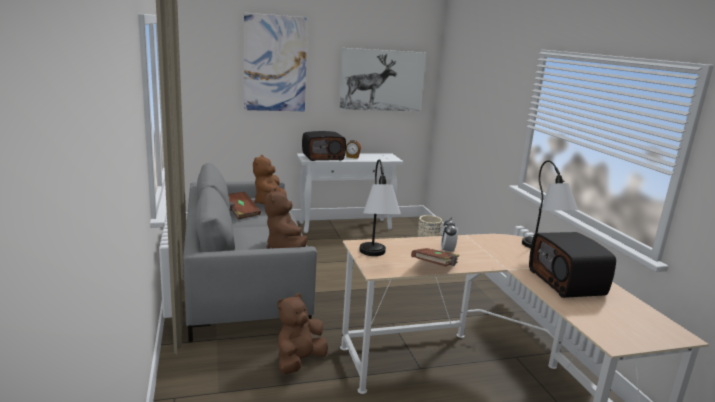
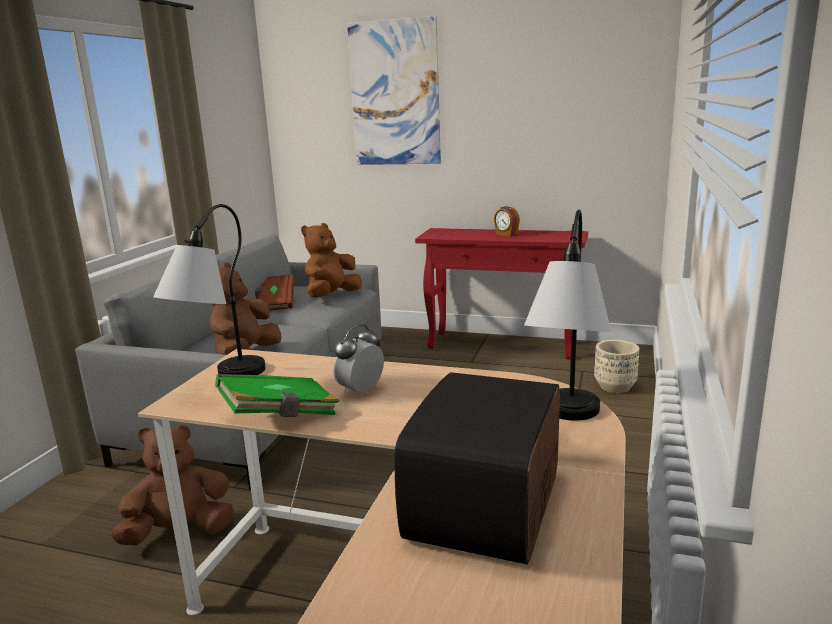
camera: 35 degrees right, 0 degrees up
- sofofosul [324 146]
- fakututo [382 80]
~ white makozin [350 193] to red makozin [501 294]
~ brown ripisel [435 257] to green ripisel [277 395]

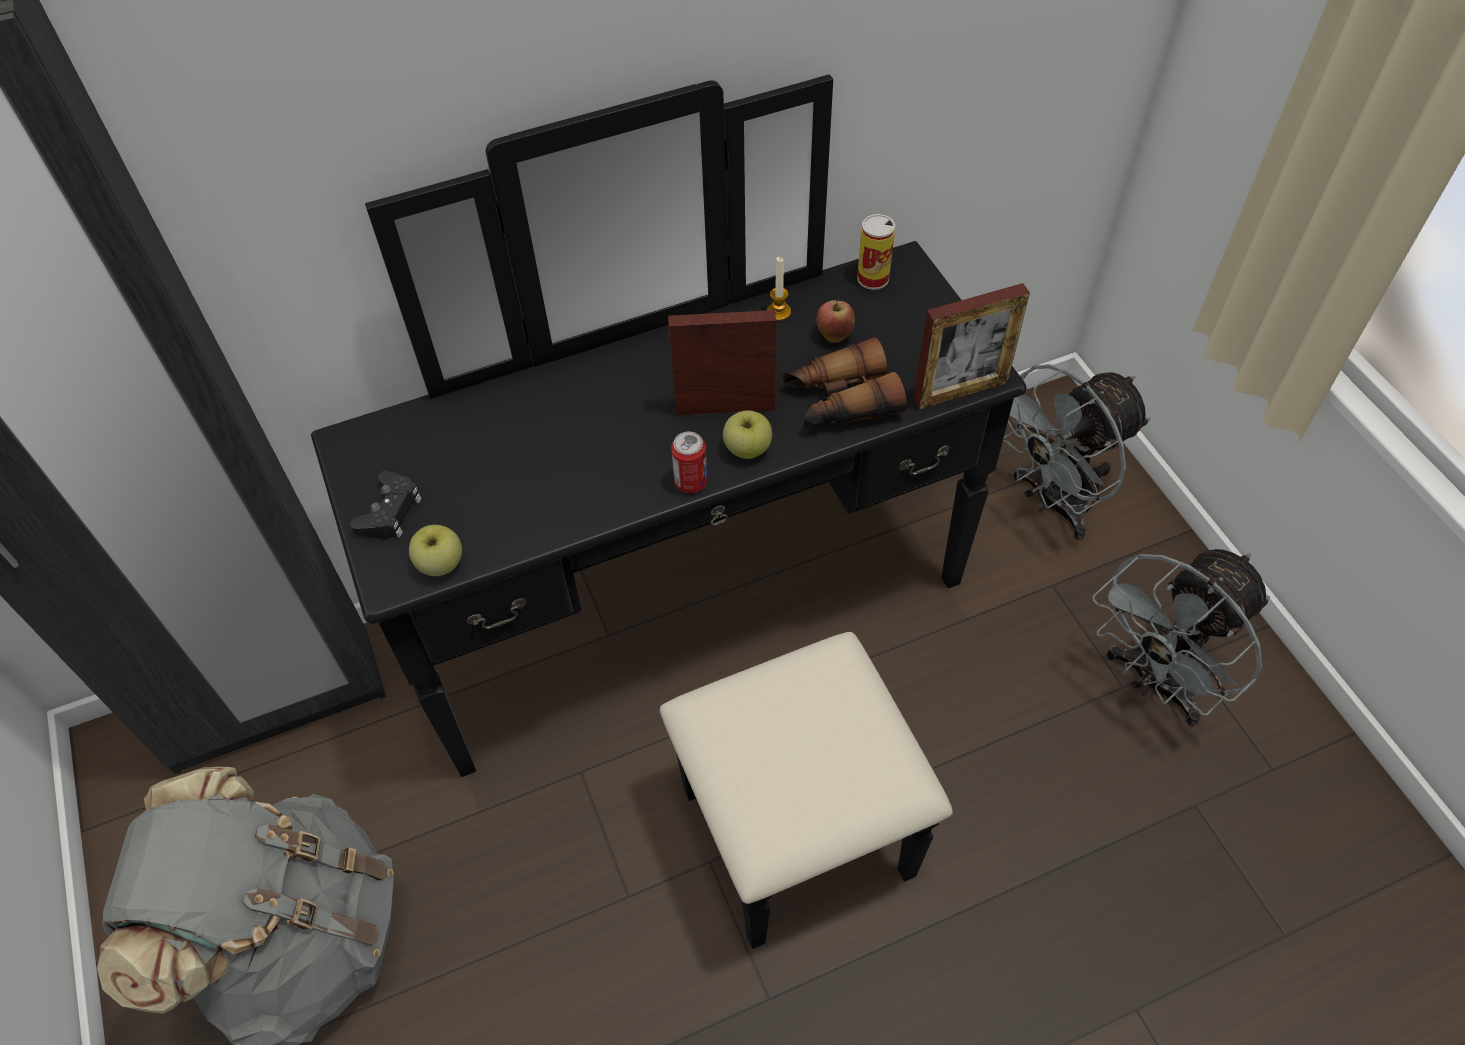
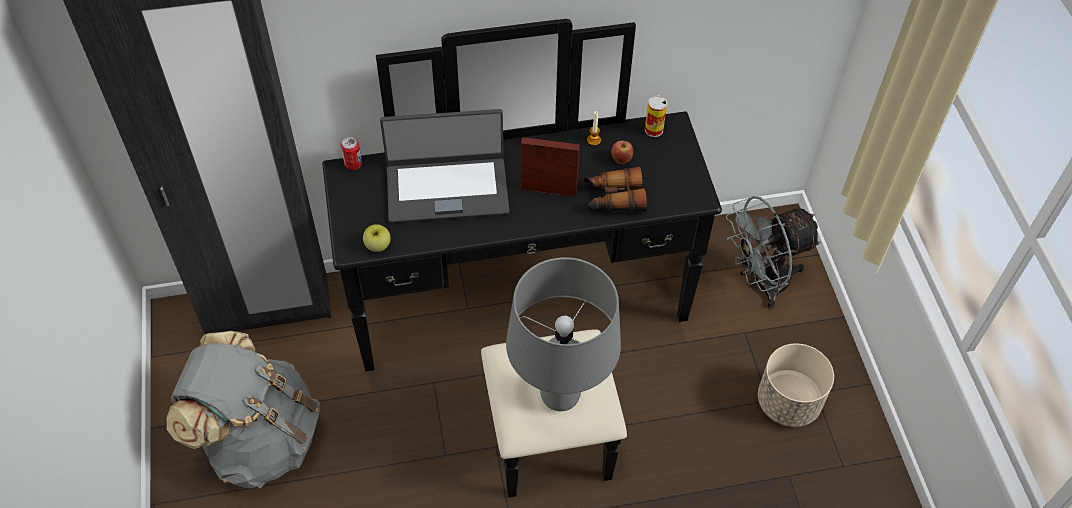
camera: 10 degrees right, 0 degrees up
- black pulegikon [386 505]
- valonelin [747 434]
- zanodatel [971 346]
+ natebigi [445 166]
+ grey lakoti [563 334]
~ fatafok [689 462] to [351 153]
~ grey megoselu [1181 637] to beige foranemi [796 385]

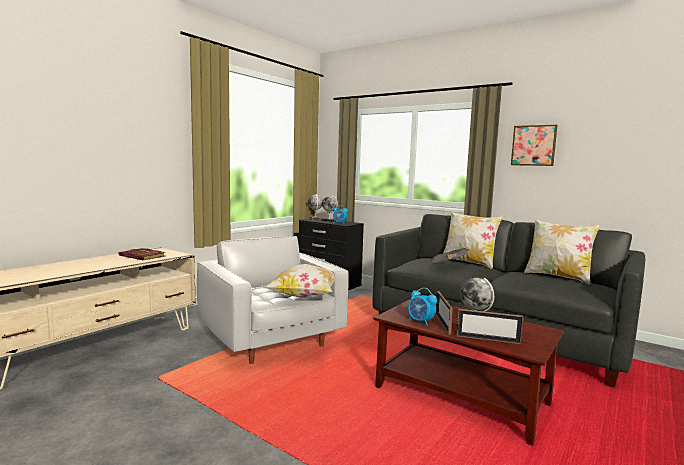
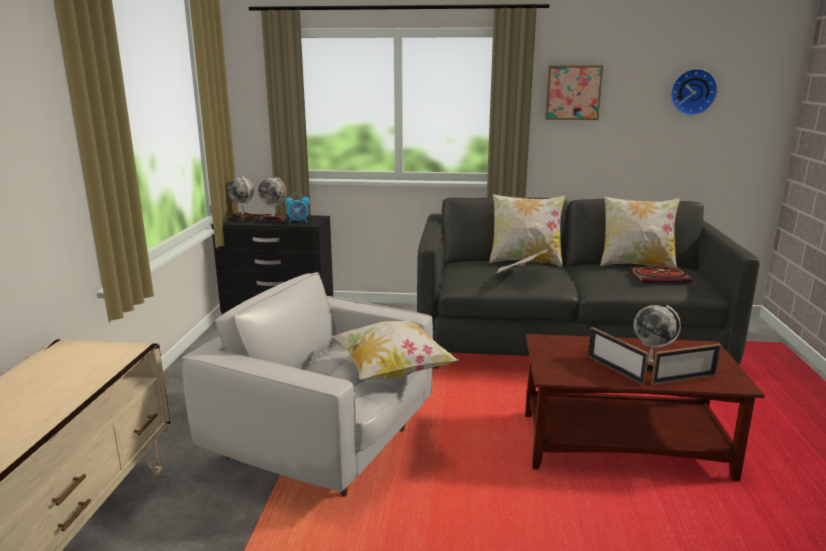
camera: 30 degrees left, 10 degrees up
- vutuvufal [422 307]
+ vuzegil [694 92]
~ ripisel [142 254] to [661 274]

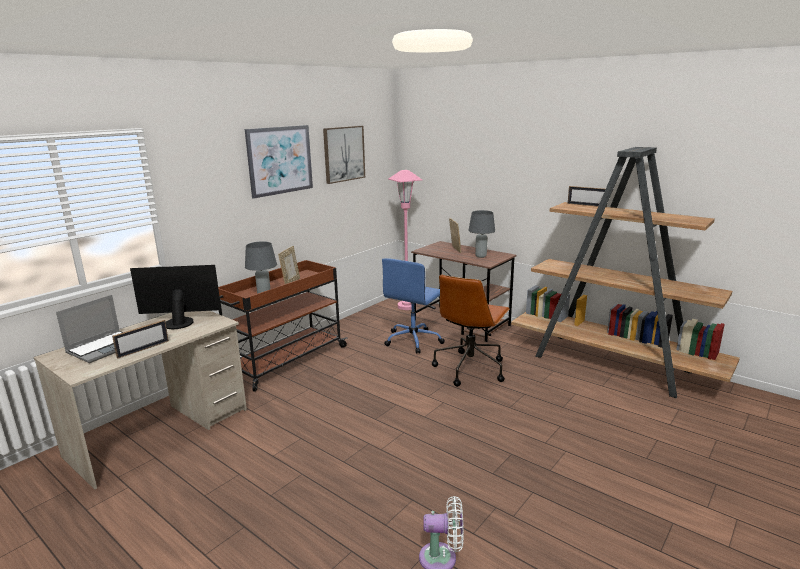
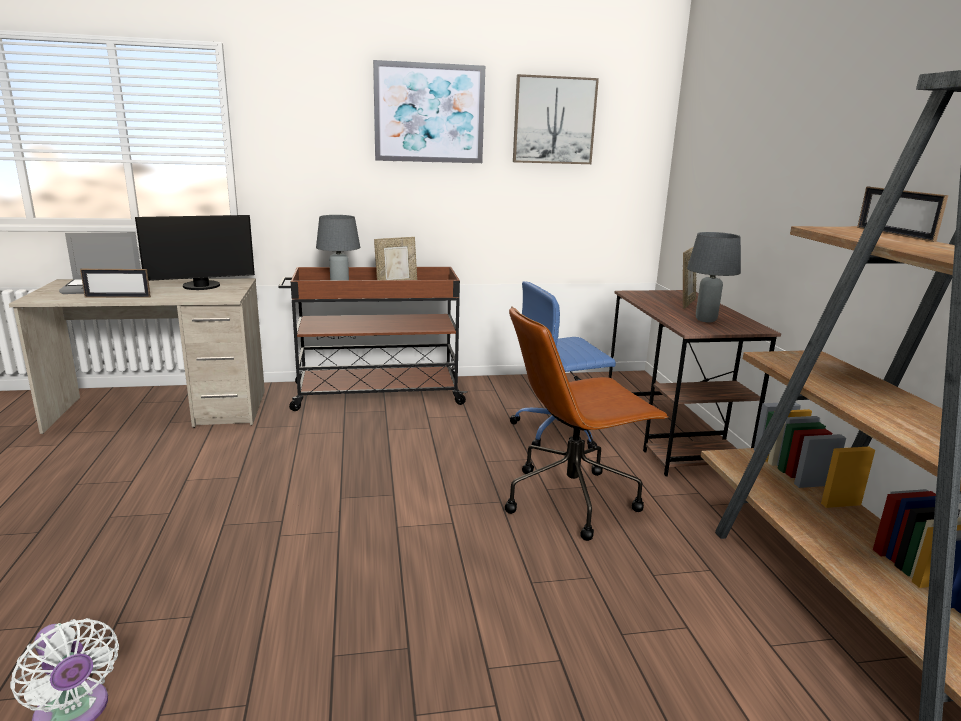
camera: 40 degrees right, 0 degrees up
- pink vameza [405 240]
~ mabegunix [175 297] = [195 252] 120 degrees clockwise

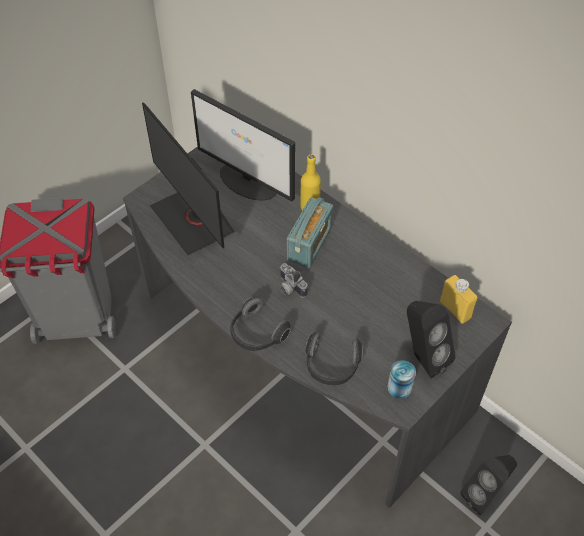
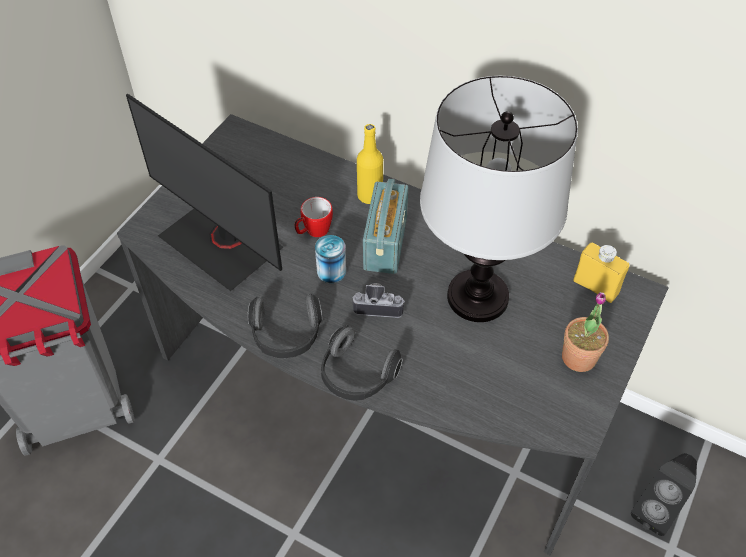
camera: 15 degrees left, 0 degrees up
- mabegunix [243 145]
+ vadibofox [313 217]
+ lakoti [499 199]
~ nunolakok [333 358] to [285 326]
~ fatafok [401 379] to [330 259]
~ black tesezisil [431 340] to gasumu [585 332]
~ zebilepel [293 280] = [378 300] 150 degrees clockwise

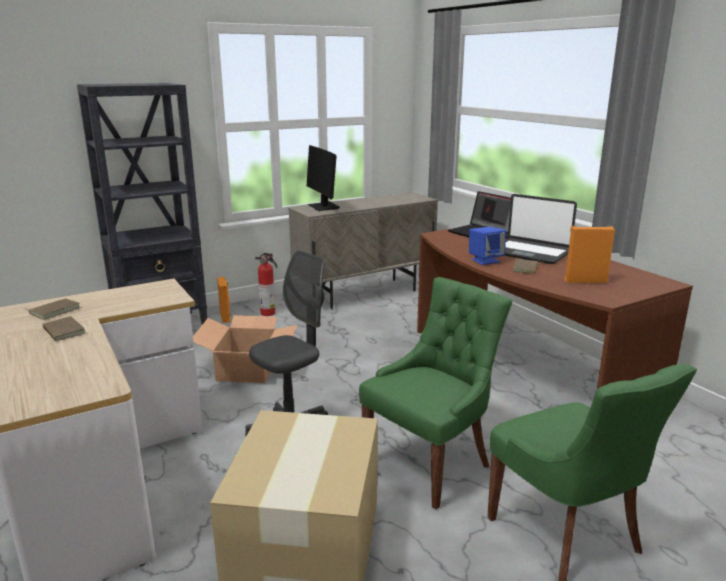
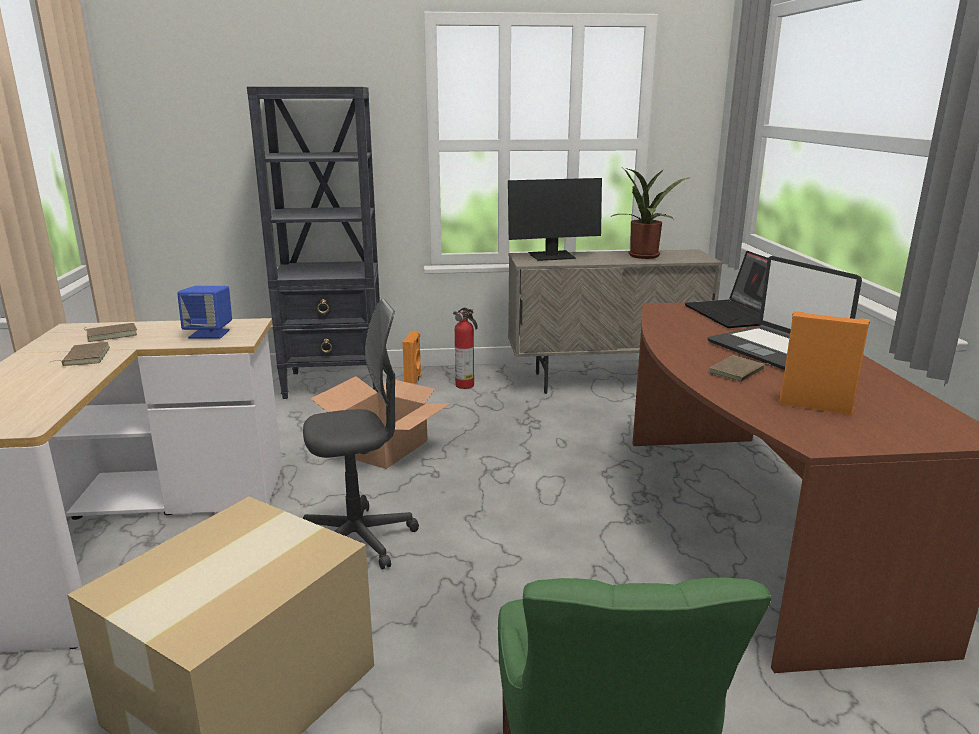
camera: 25 degrees right, 0 degrees up
- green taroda [435 393]
+ gasumu [649 213]
~ blue tesezisil [487 246] to [204 312]
~ mabegunix [323 178] = [555 219] 105 degrees counterclockwise

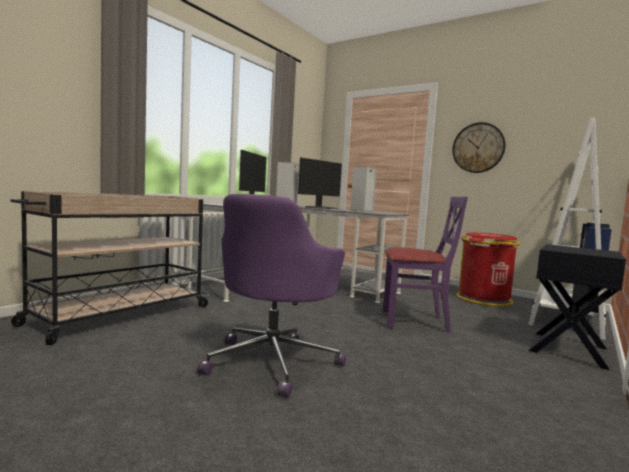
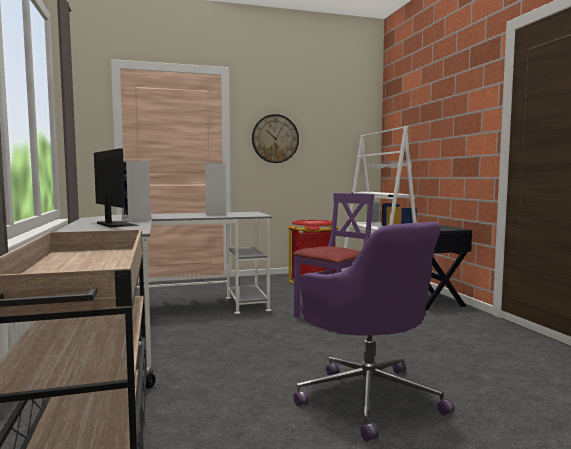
camera: 50 degrees left, 0 degrees up
- mabegunix [320 183]

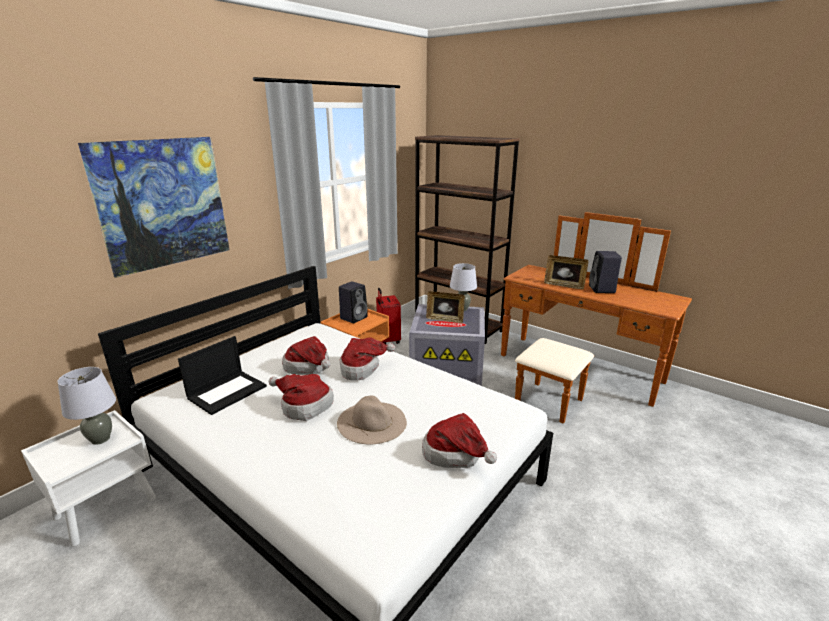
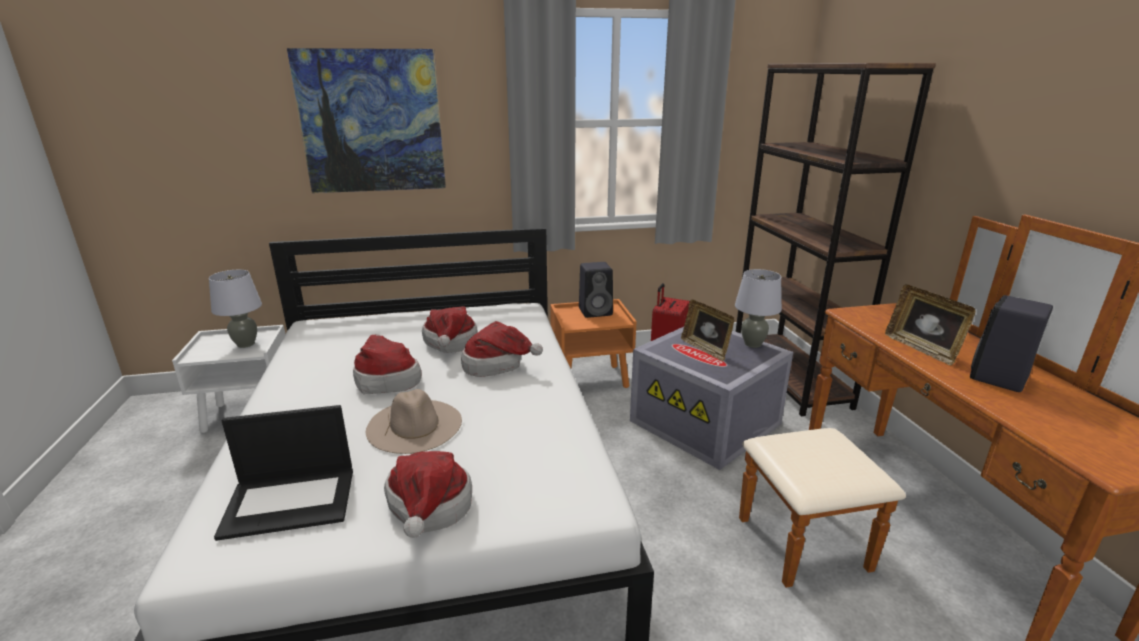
camera: 40 degrees right, 0 degrees up
~ natebigi [222 375] to [283 473]

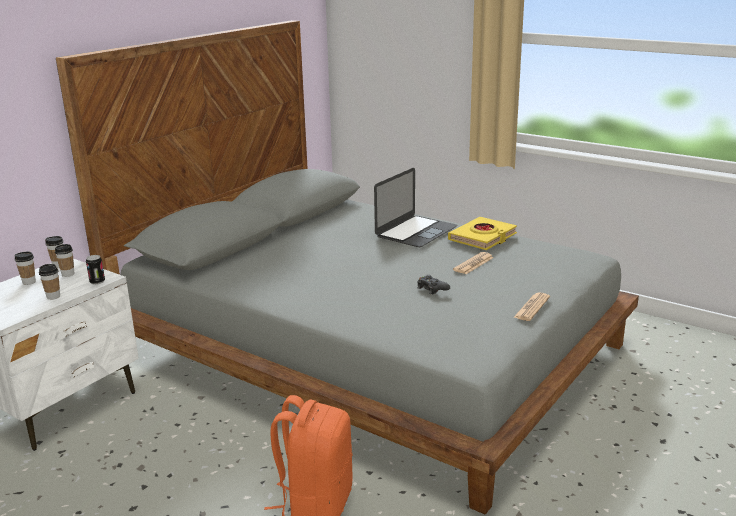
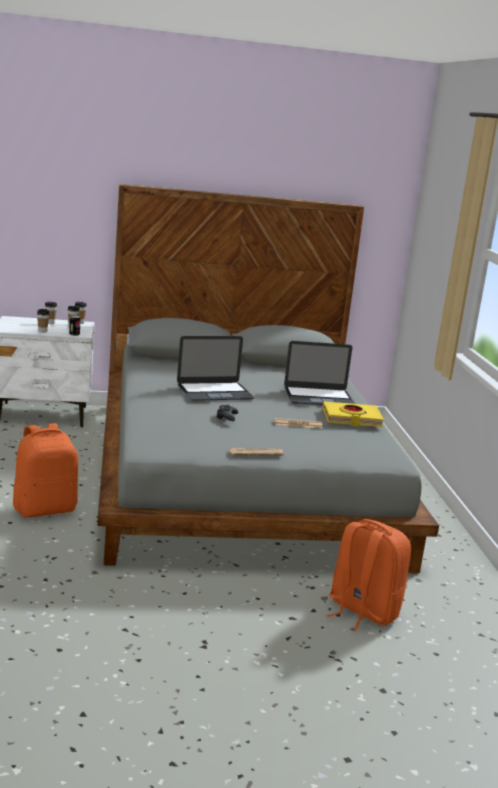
camera: 45 degrees right, 5 degrees down
+ natebigi [215 368]
+ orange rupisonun [368 575]

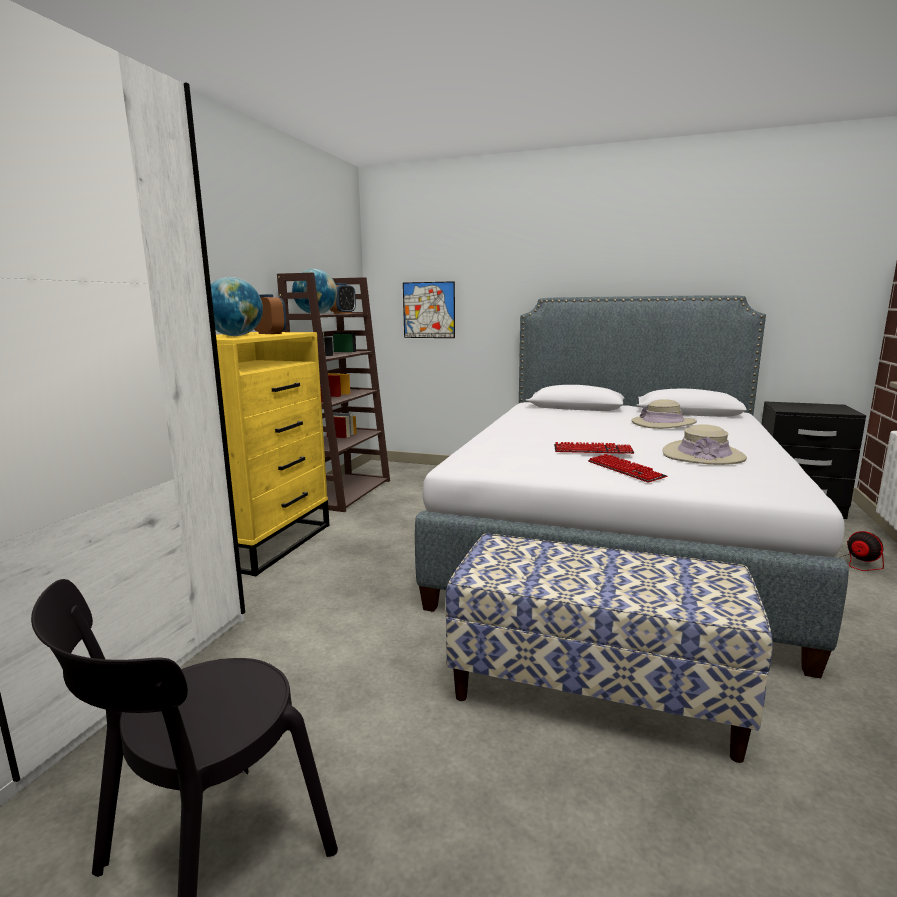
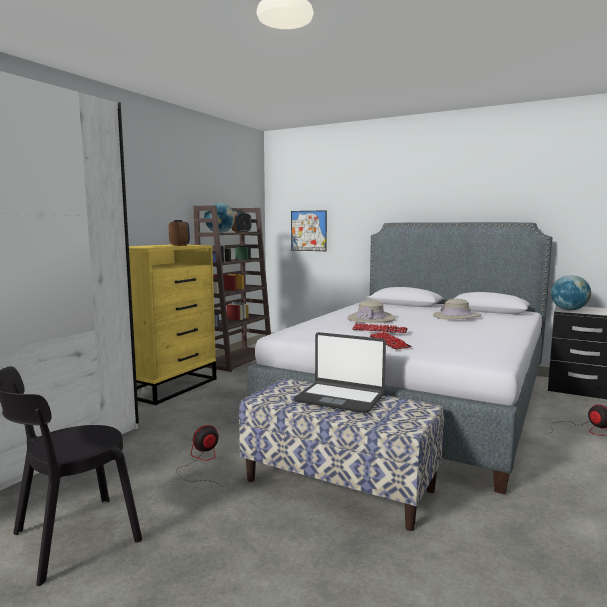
camera: 10 degrees right, 5 degrees down
+ megoselu [198 455]
+ natebigi [340 372]
~ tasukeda [237 306] to [571 292]
~ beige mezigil [704 444] to [371 311]

